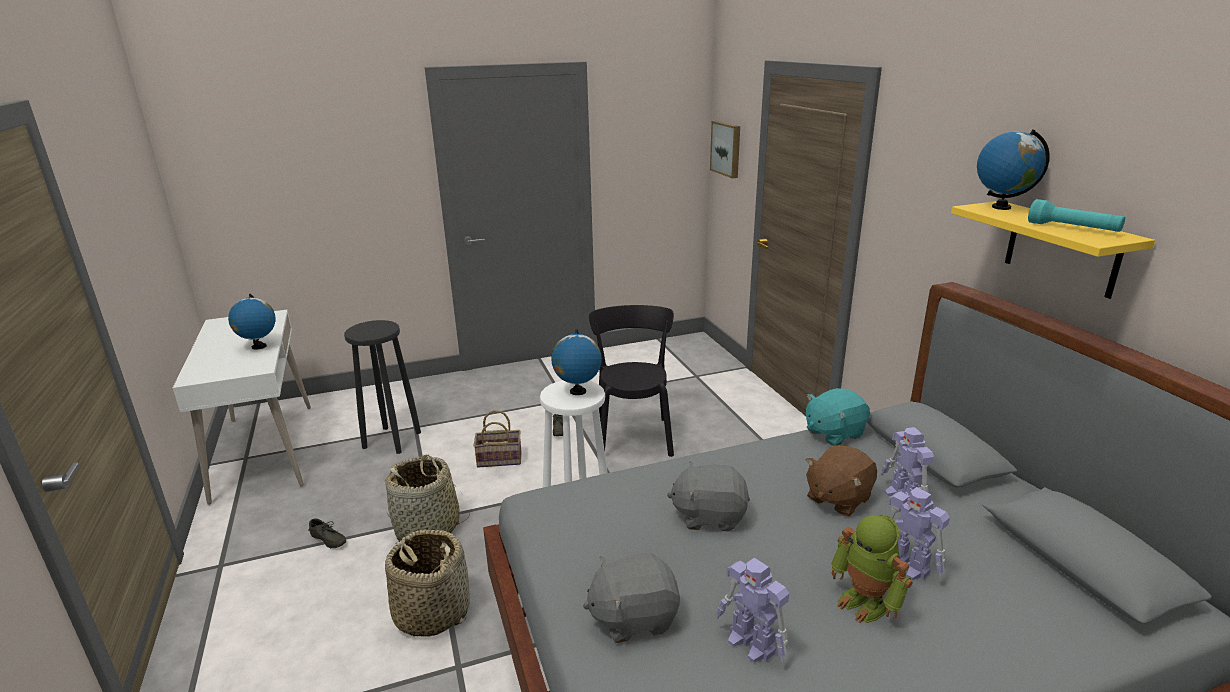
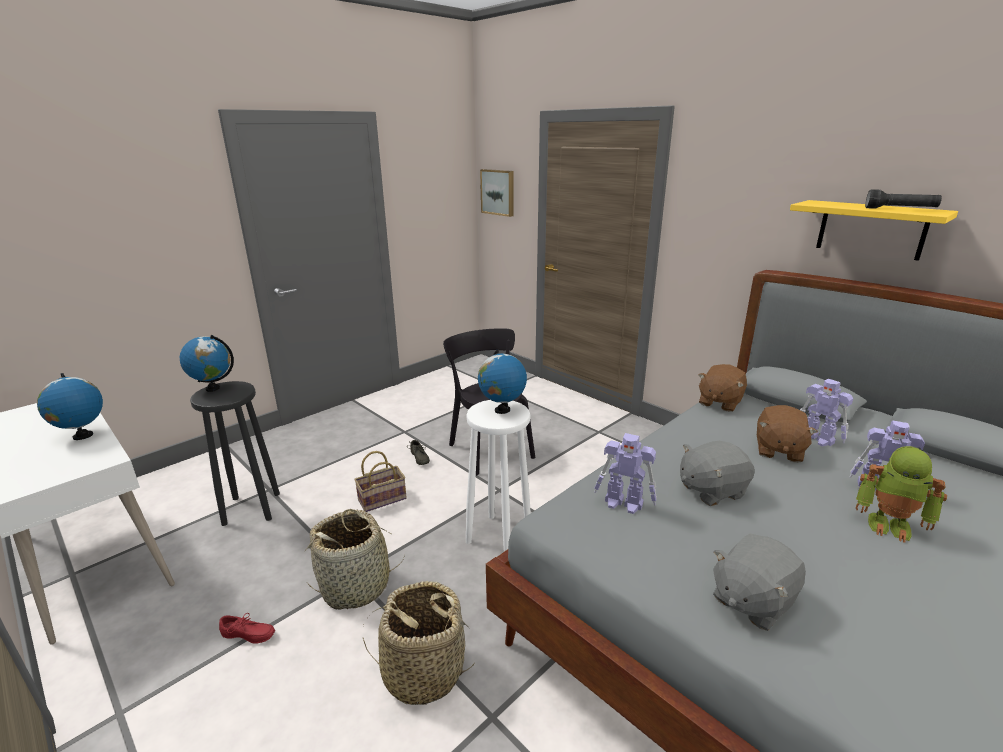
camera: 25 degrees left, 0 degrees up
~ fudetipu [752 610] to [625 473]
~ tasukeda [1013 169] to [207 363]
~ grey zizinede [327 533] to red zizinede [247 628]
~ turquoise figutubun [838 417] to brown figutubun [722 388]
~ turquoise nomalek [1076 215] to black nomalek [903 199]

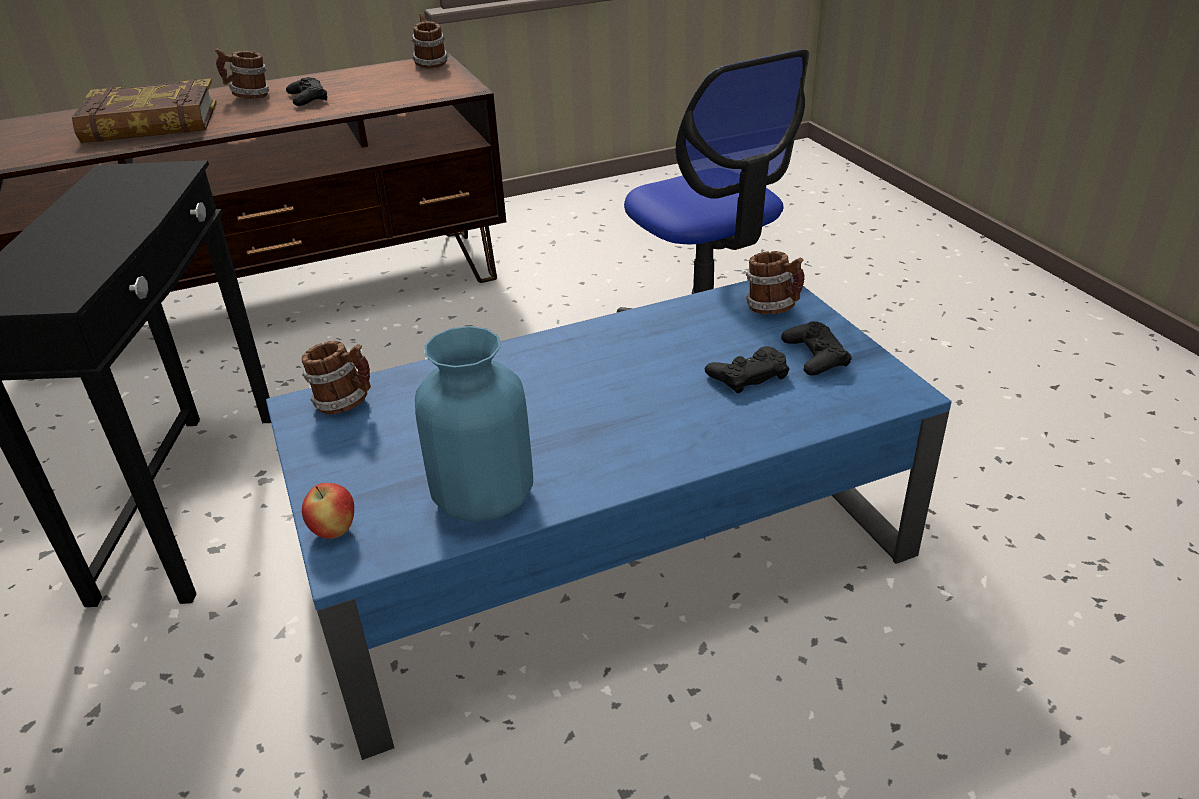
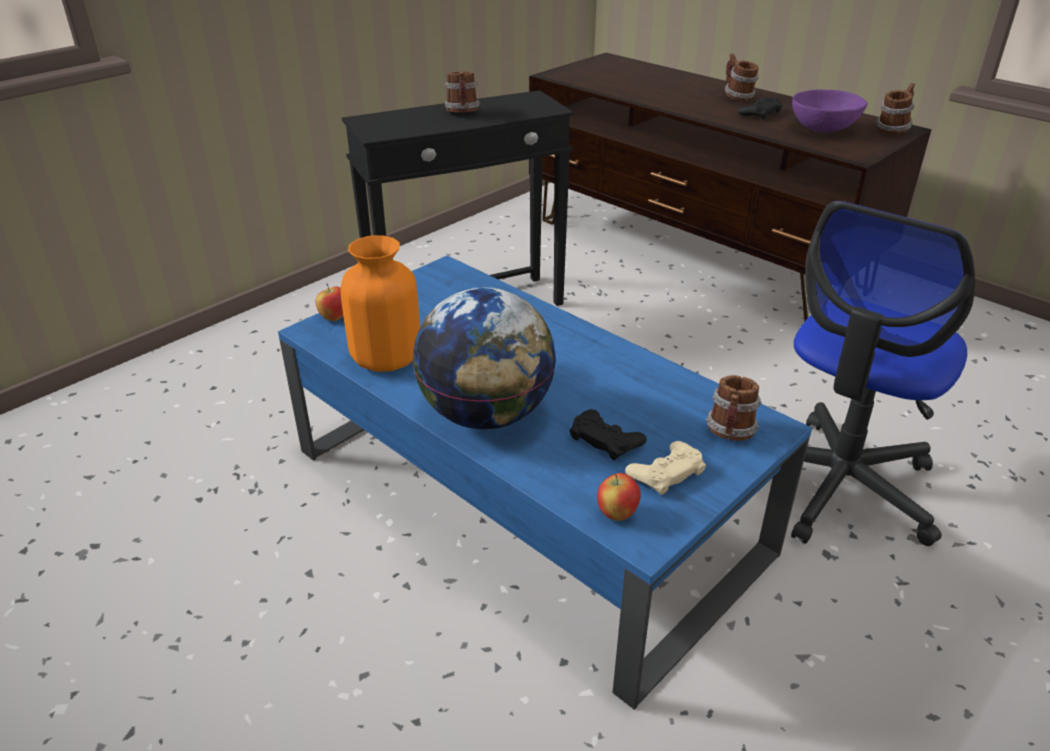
camera: 65 degrees right, 0 degrees up
- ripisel [144 111]
+ tasukeda [484 358]
+ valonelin [619 497]
+ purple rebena [829 110]
~ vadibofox [336 377] to [462 92]
~ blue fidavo [474 424] to orange fidavo [380 303]
~ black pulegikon [816 348] to beige pulegikon [665 468]

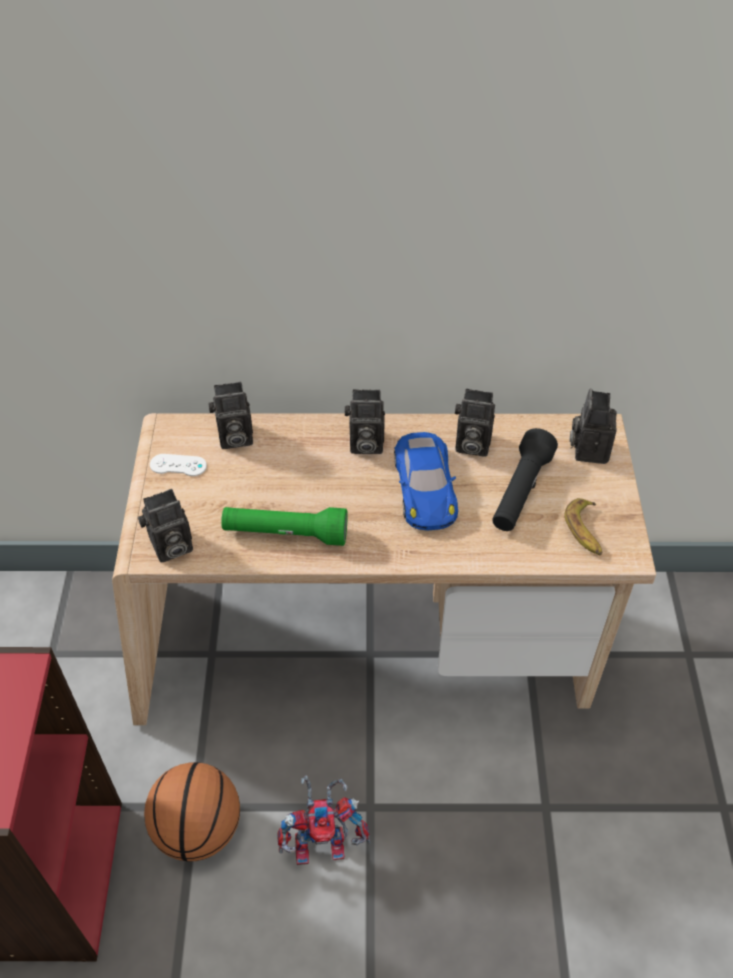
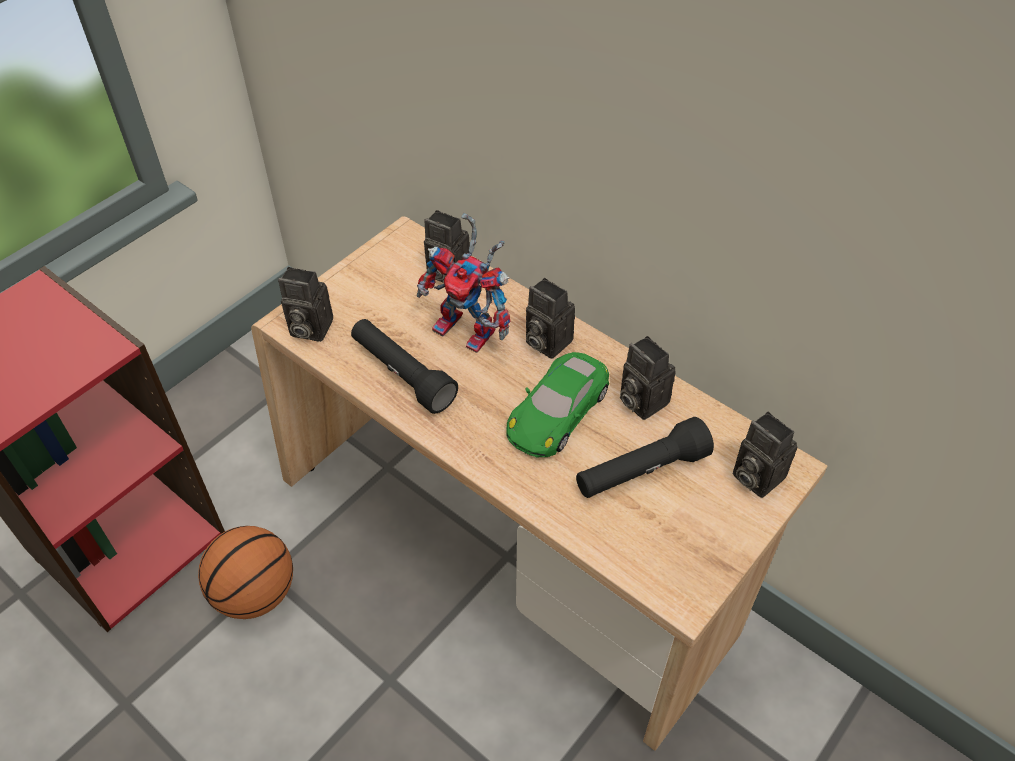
camera: 40 degrees right, 0 degrees up
- white pulegikon [178 465]
- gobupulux [583 526]
~ fudetipu [323 820] to [464 283]
~ green nomalek [284 526] to black nomalek [404 366]
~ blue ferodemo [426 481] to green ferodemo [558 404]
~ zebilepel [593 426] = [765 455] 90 degrees counterclockwise

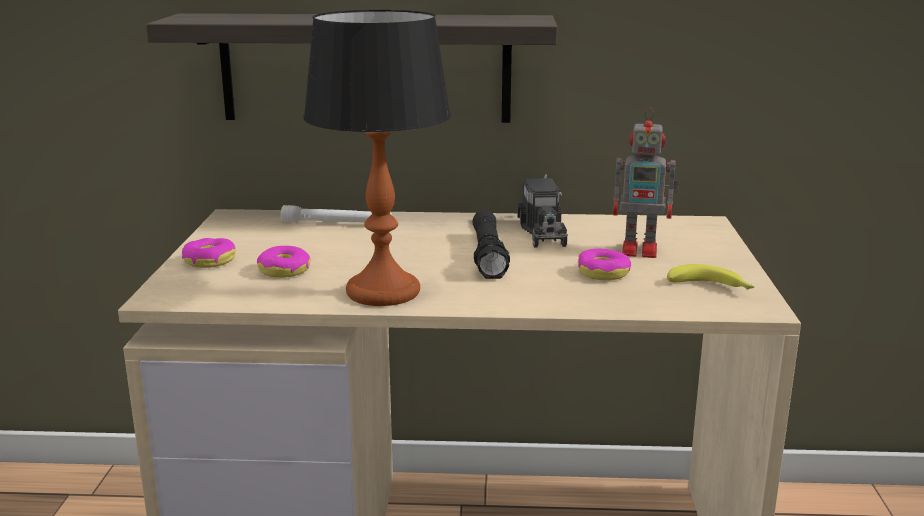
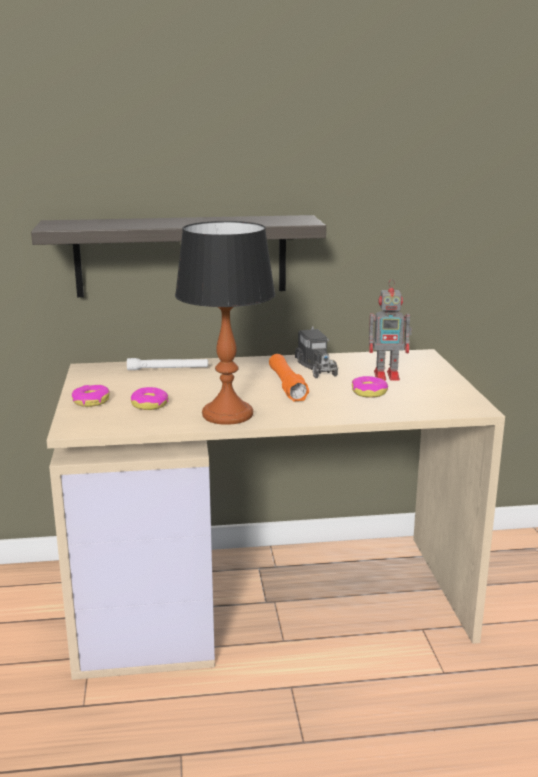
camera: 10 degrees left, 0 degrees up
- gobupulux [710 277]
~ black nomalek [491 244] to orange nomalek [289 378]

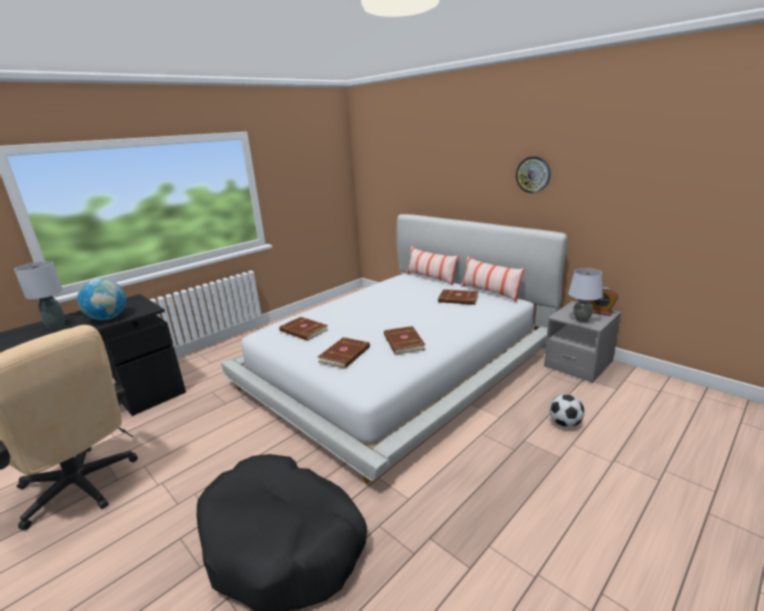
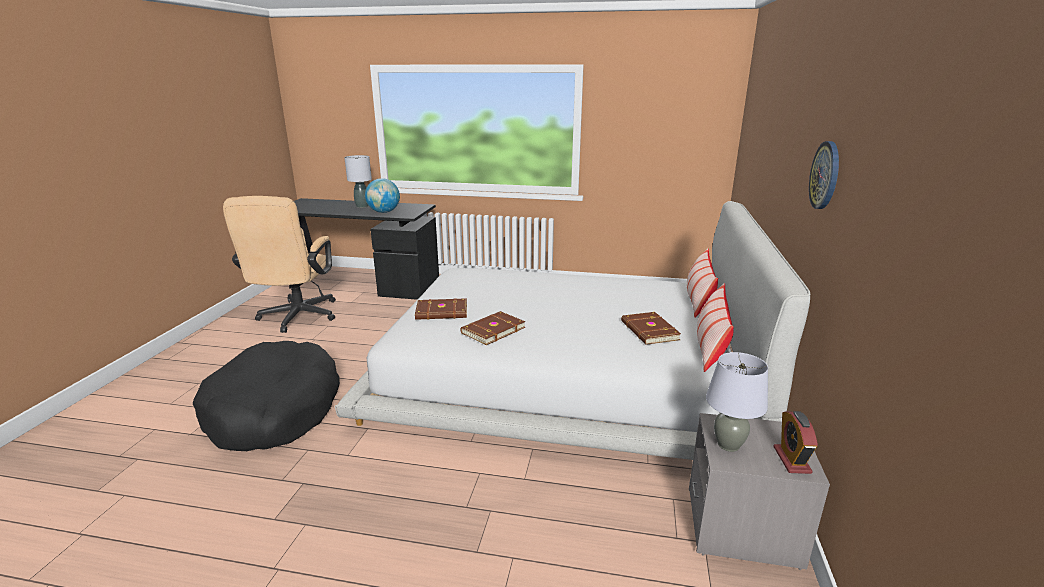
camera: 55 degrees right, 0 degrees up
- brown ripisel [303 329]
- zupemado [566 410]

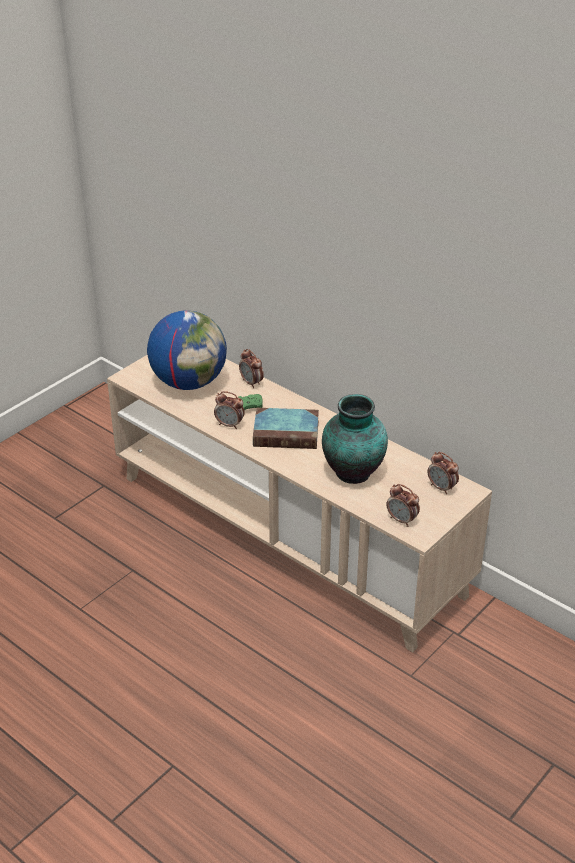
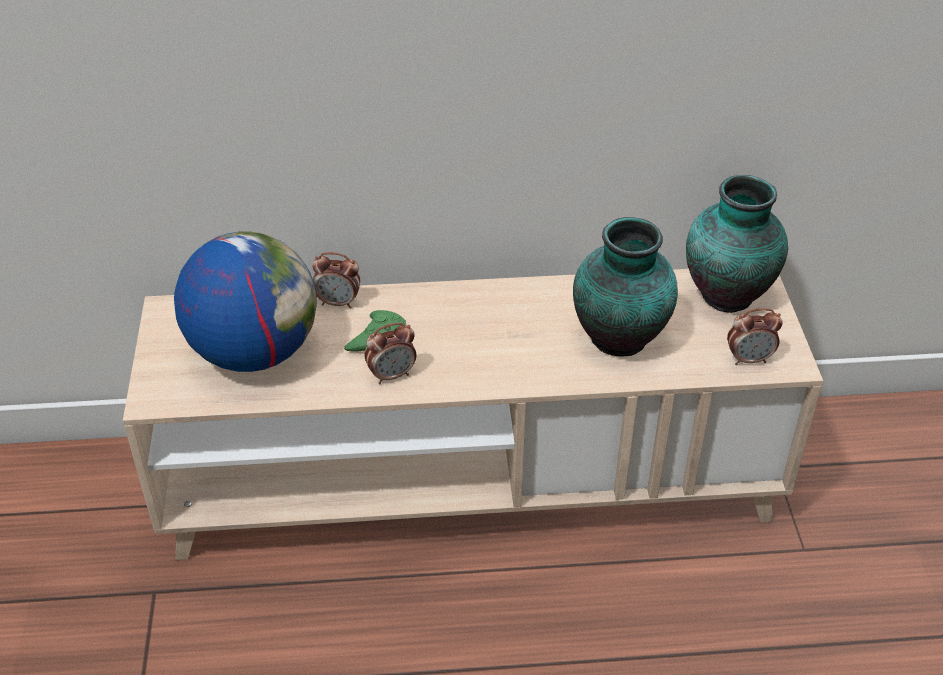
camera: 45 degrees left, 5 degrees up
- ripisel [286 428]
~ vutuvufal [443 473] to fidavo [737 244]

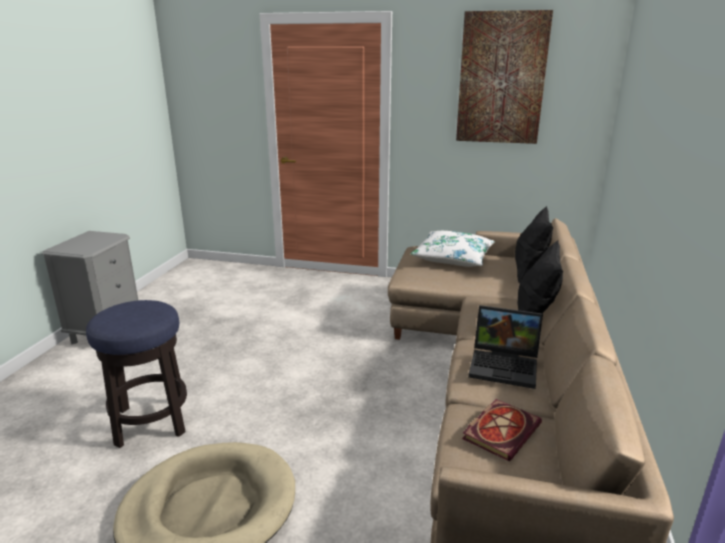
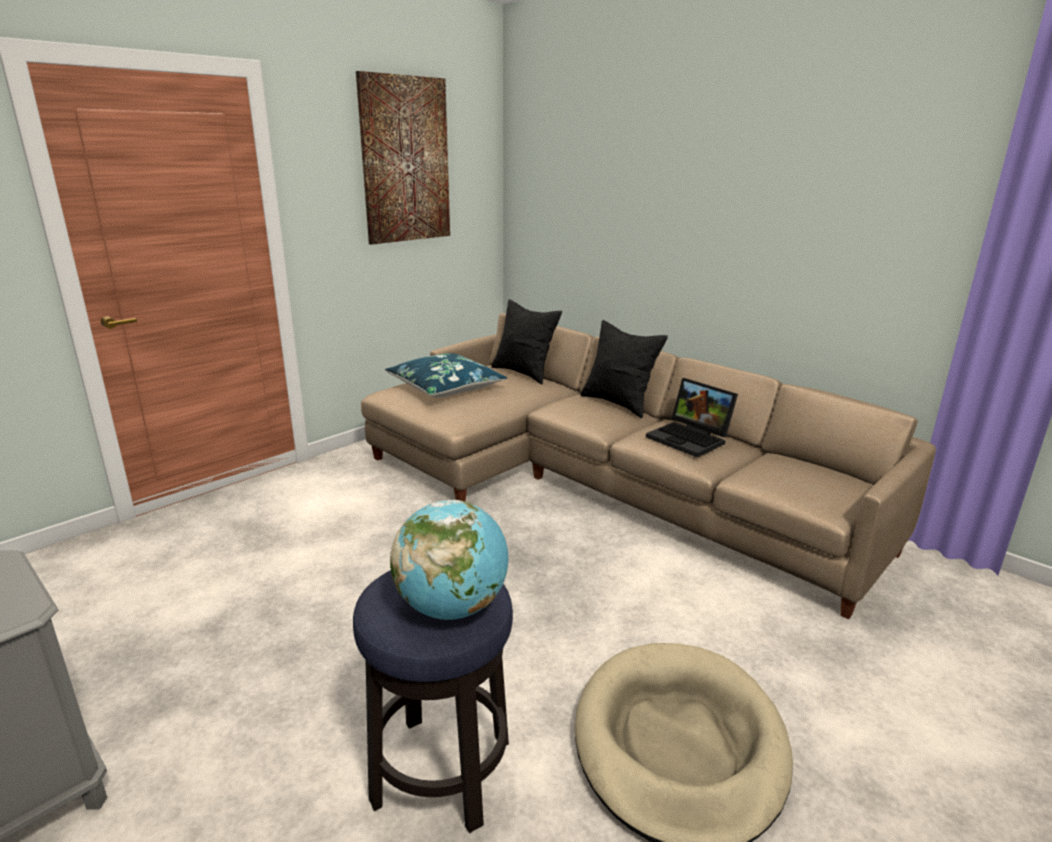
camera: 60 degrees left, 0 degrees up
- ripisel [502 430]
+ tasukeda [449 560]
~ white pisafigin [453 249] to blue pisafigin [446 375]
~ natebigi [505 347] = [692 417] 90 degrees clockwise

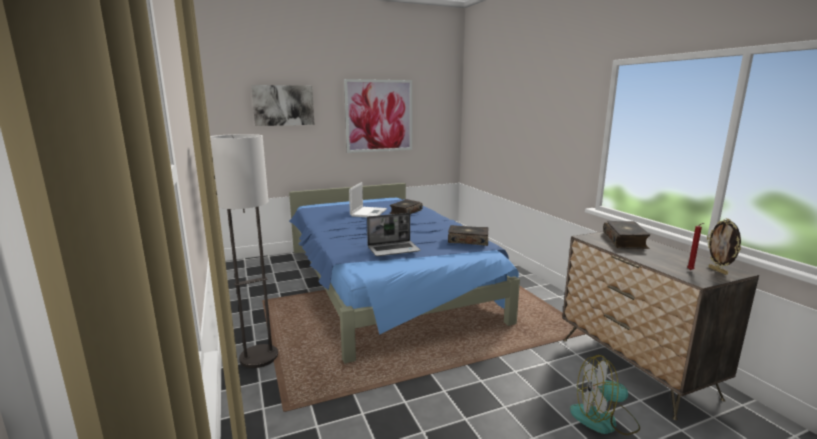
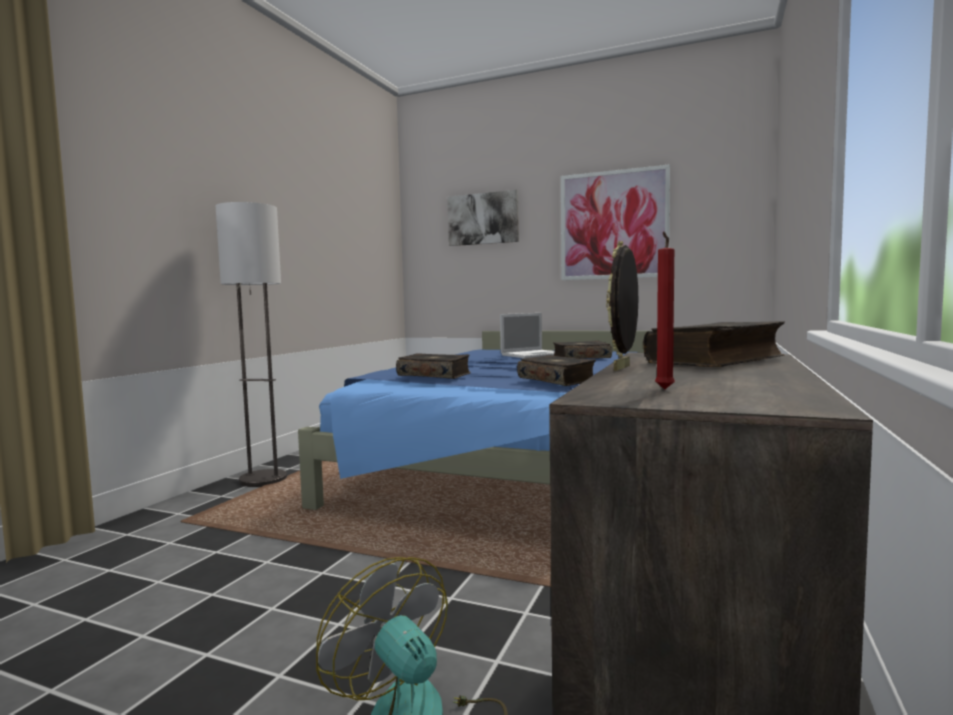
camera: 45 degrees right, 10 degrees down
~ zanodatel [724 246] to [622 306]
~ natebigi [394 234] to ripisel [433 366]

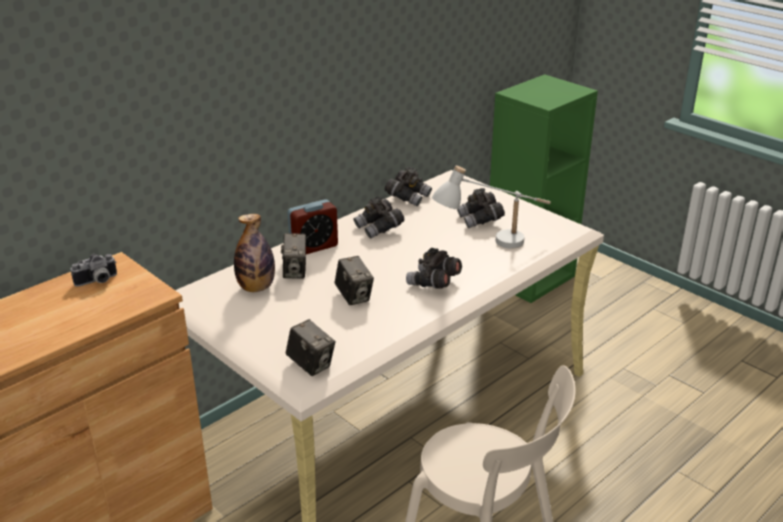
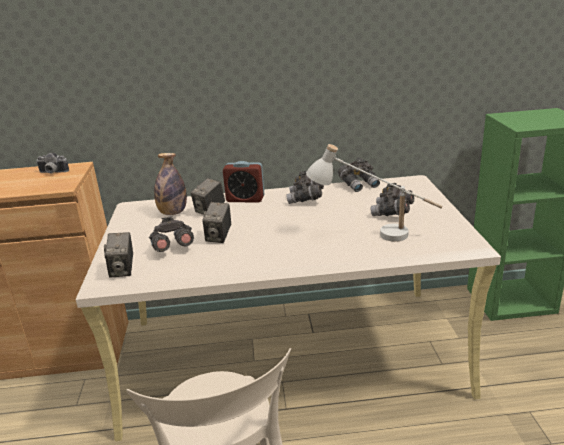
camera: 40 degrees right, 5 degrees down
~ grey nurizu [434 268] to [171 234]

